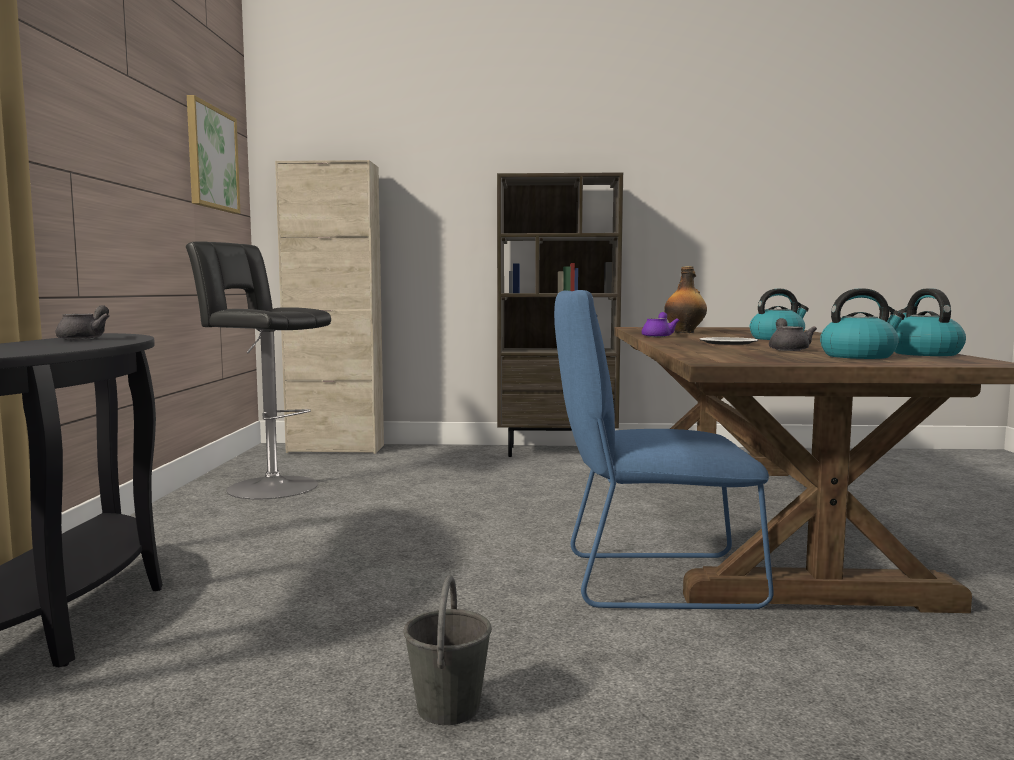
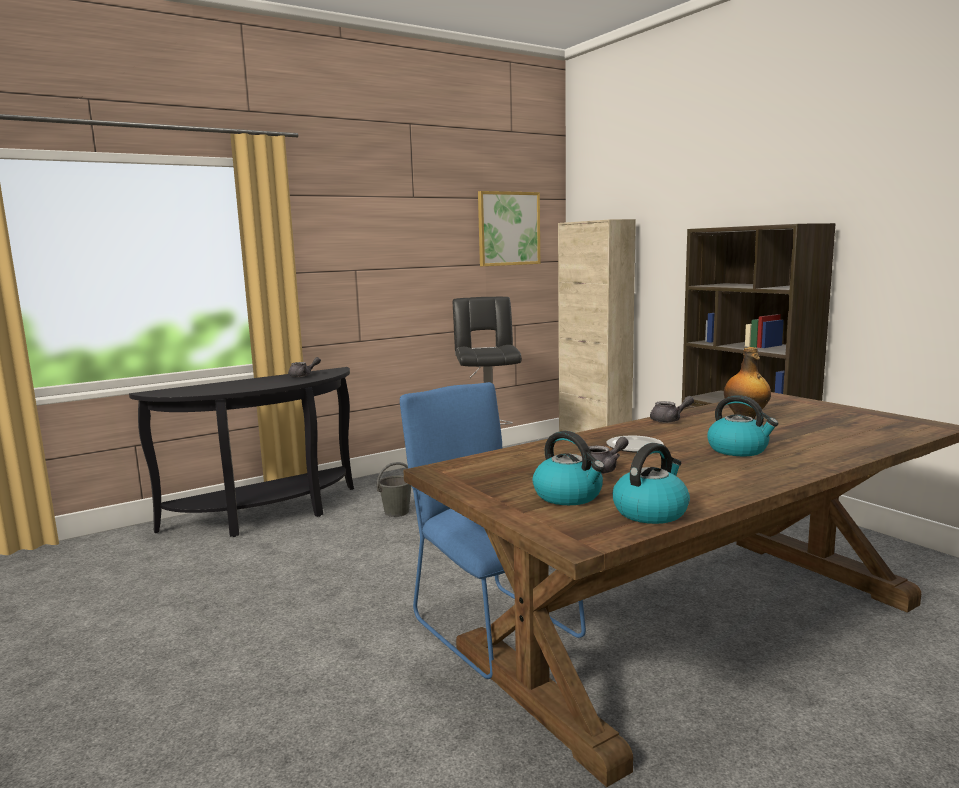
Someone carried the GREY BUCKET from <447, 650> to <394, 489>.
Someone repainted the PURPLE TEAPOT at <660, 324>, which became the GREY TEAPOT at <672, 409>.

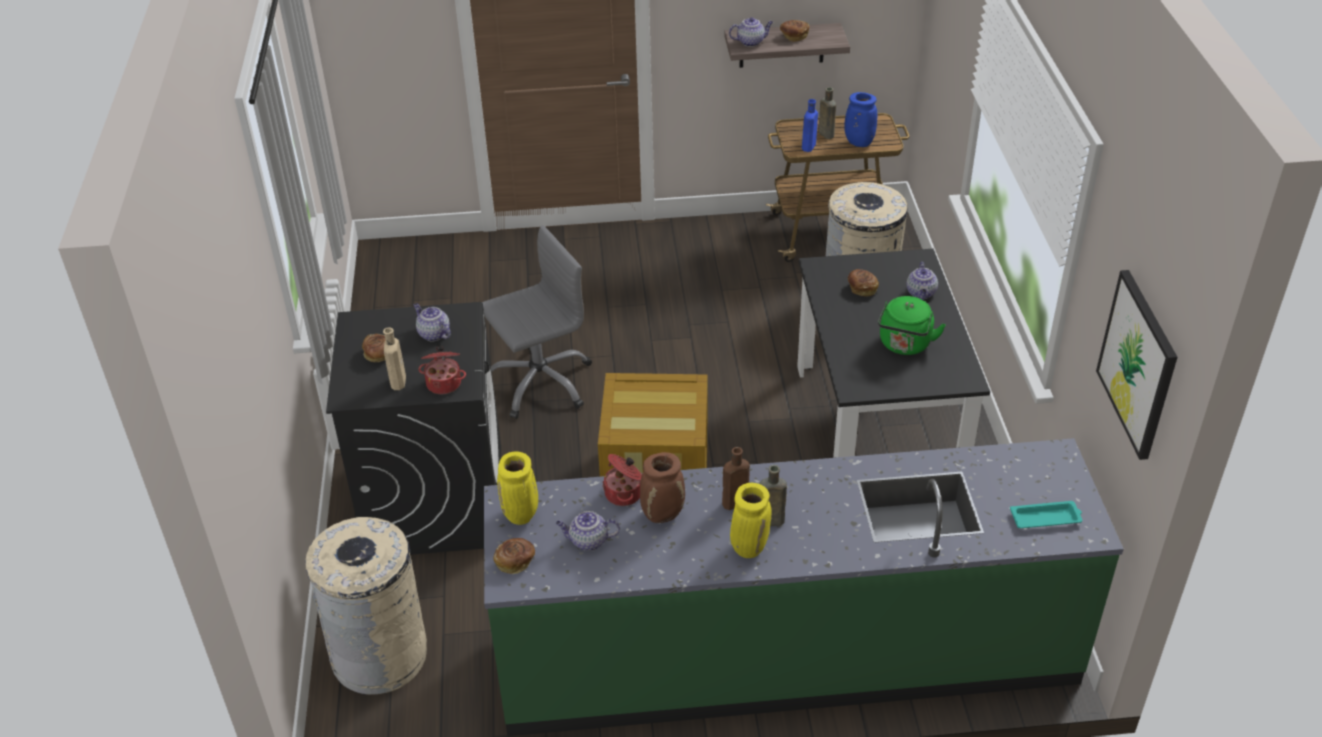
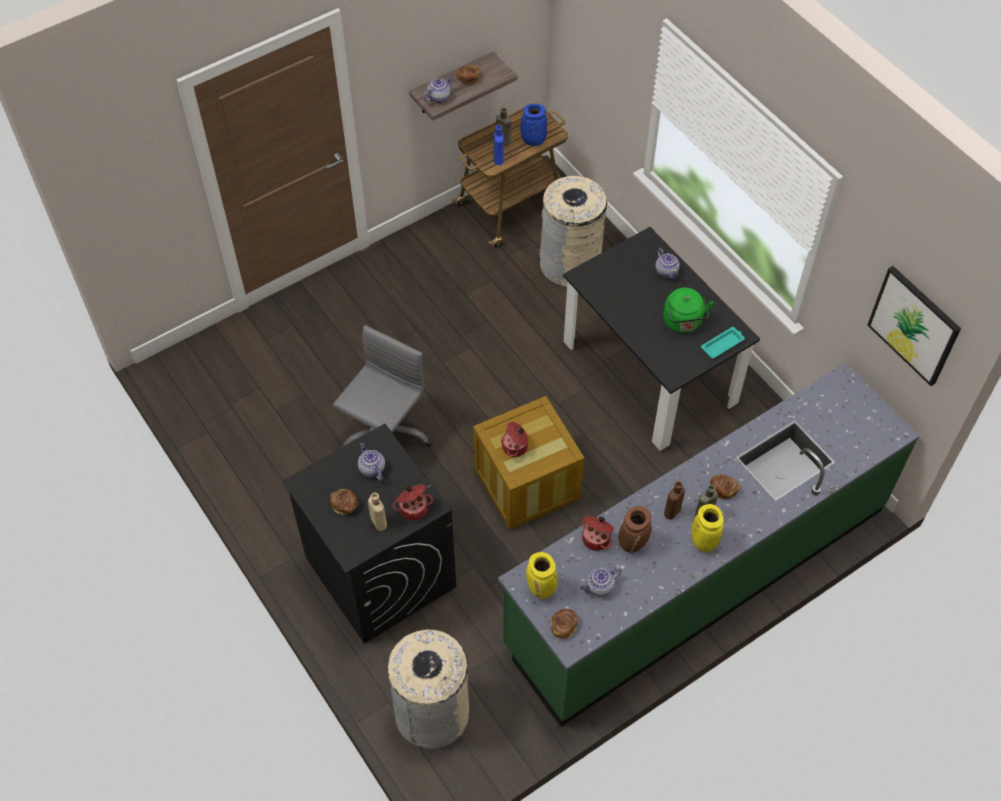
Someone rotated the TEAPOT at <432, 322> by 45 degrees clockwise.
Someone carried the BREAD from <863, 282> to <725, 486>.
Someone carried the TURQUOISE TRAY from <1046, 514> to <723, 343>.
Someone put down the STOCKPOT at <514, 439>.

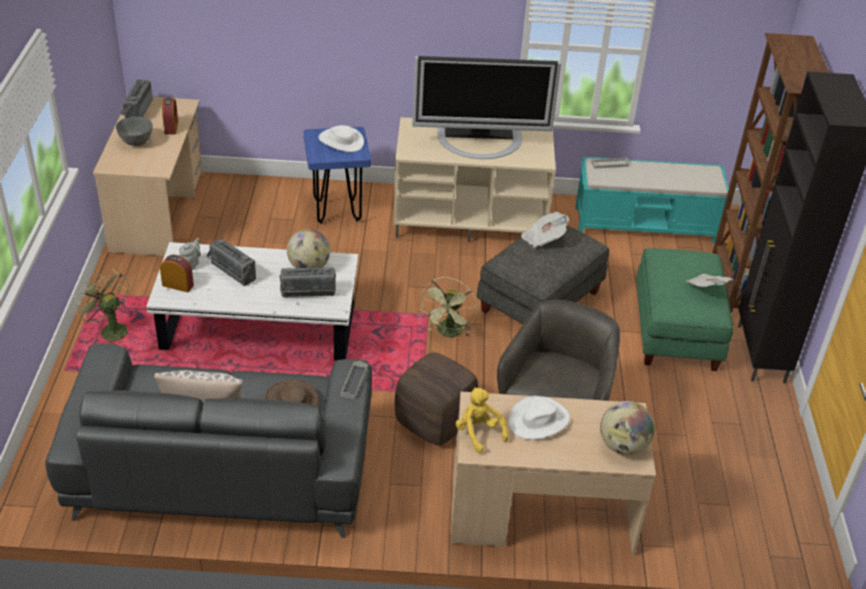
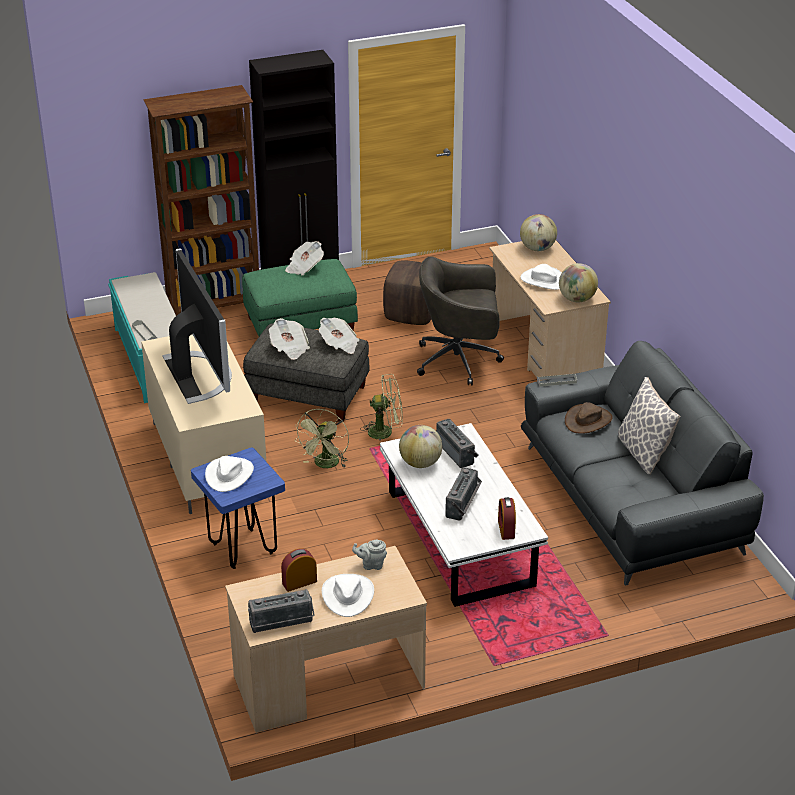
Someone carried the GREEN-COLOURED ELECTRIC FAN from <101, 306> to <321, 438>.
Someone swapped the GREY DEEP DISH at <134, 131> for the WHITE-COLOURED WEARABLE HAT at <348, 595>.
Someone carried the GREY TEAPOT from <190, 254> to <369, 555>.
Someone carried the BROWN OTTOMAN from <436, 398> to <407, 292>.
Someone swapped the YELLOWISH SOFT TOY at <482, 420> for the GLOBE at <578, 283>.
Someone put down the NEWSPAPER at <339, 336>.

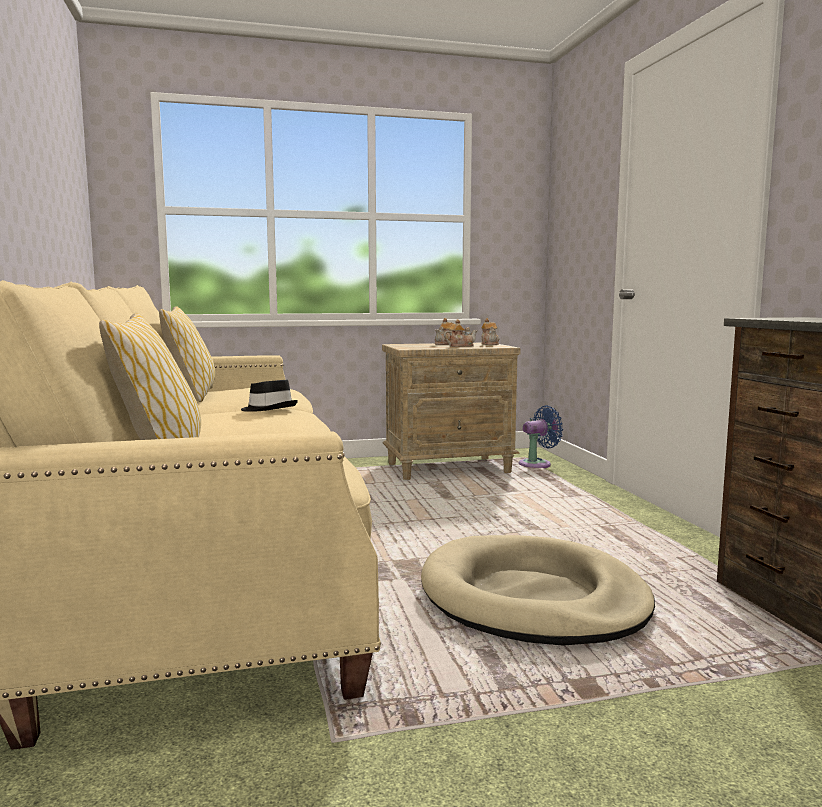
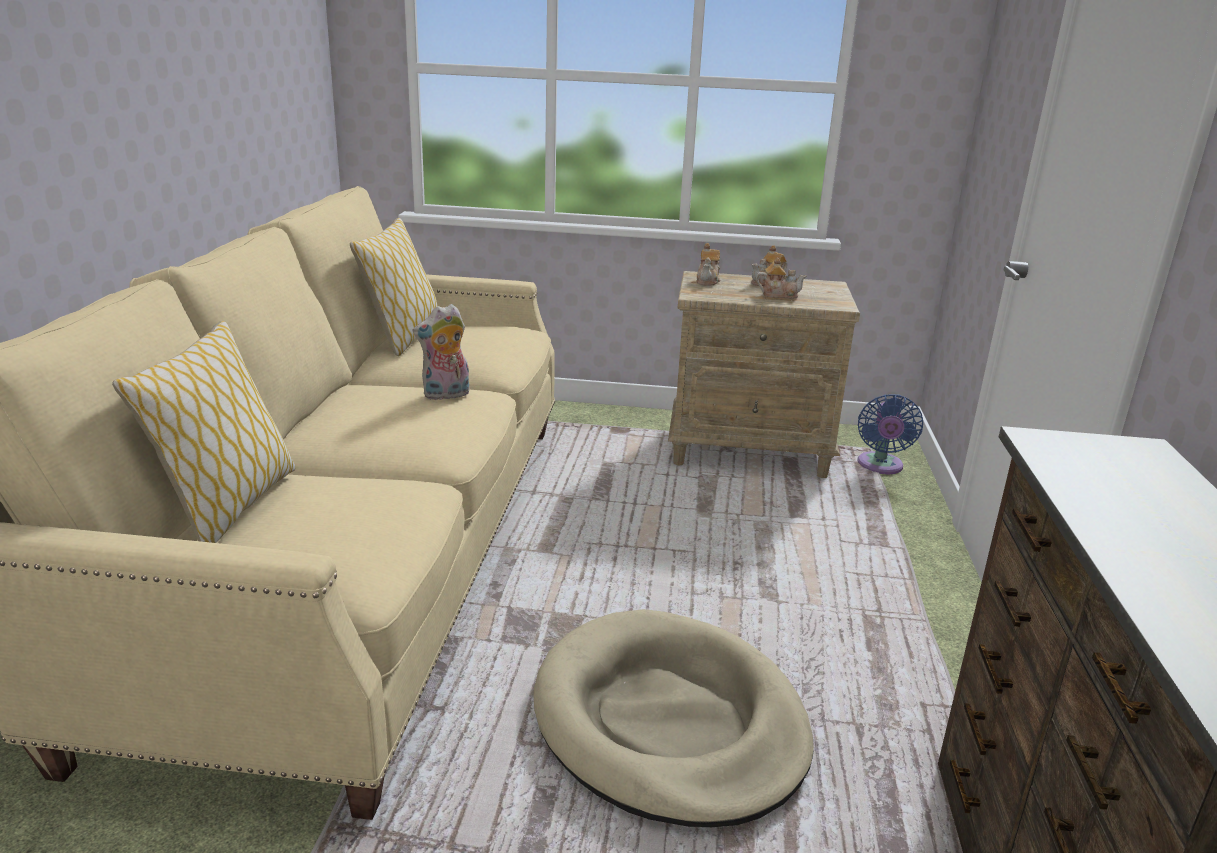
Someone swapped the BLACK-COLOURED WEARABLE HAT at <269, 395> for the SOFT TOY at <441, 352>.
Someone carried the TEAPOT from <490, 331> to <708, 264>.
Someone rotated the BLUE ELECTRIC FAN at <541, 436> by 105 degrees clockwise.

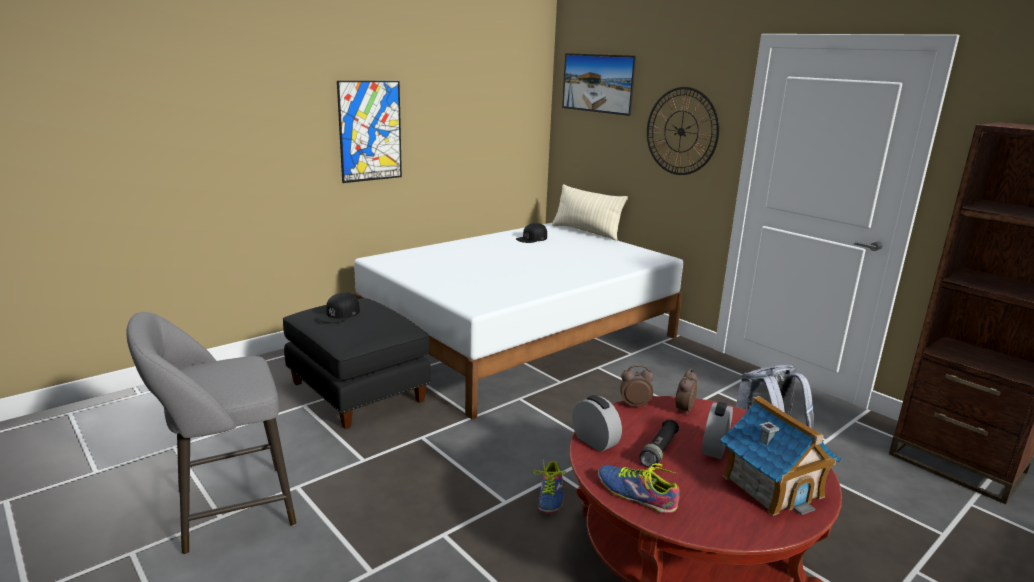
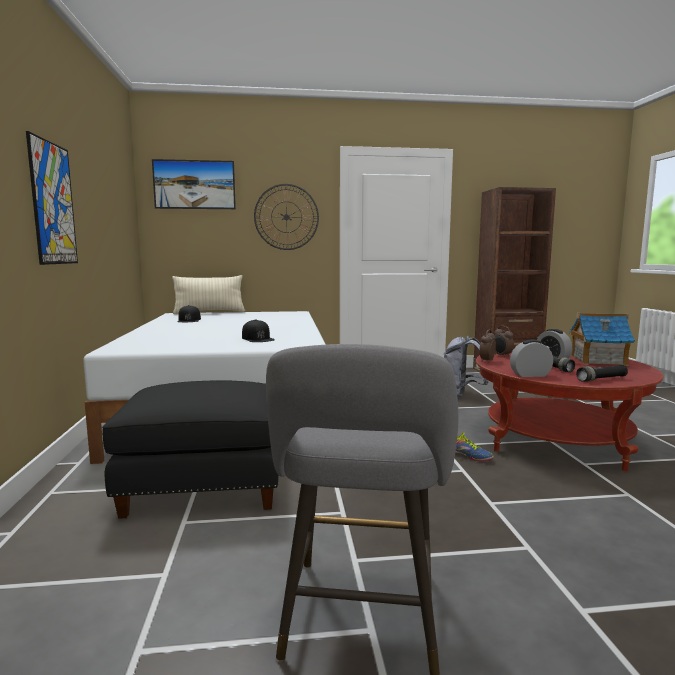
Someone carried the BLACK-COLOURED BASEBALL CAP from <338, 307> to <258, 330>.
Someone swapped the LOW SHOE at <639, 488> for the BLACK-COLOURED FLASHLIGHT at <602, 373>.

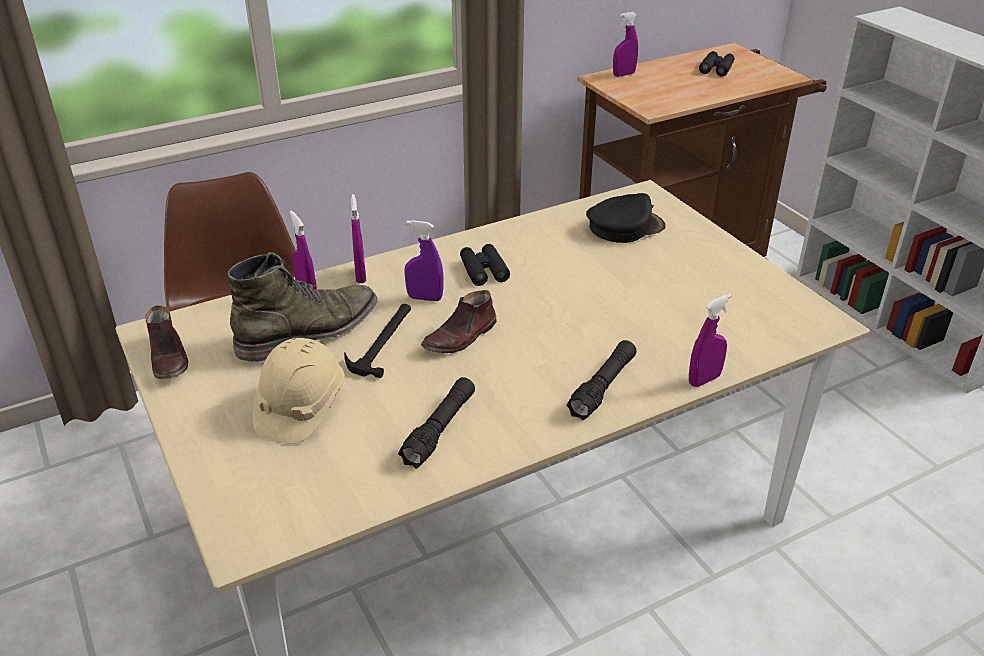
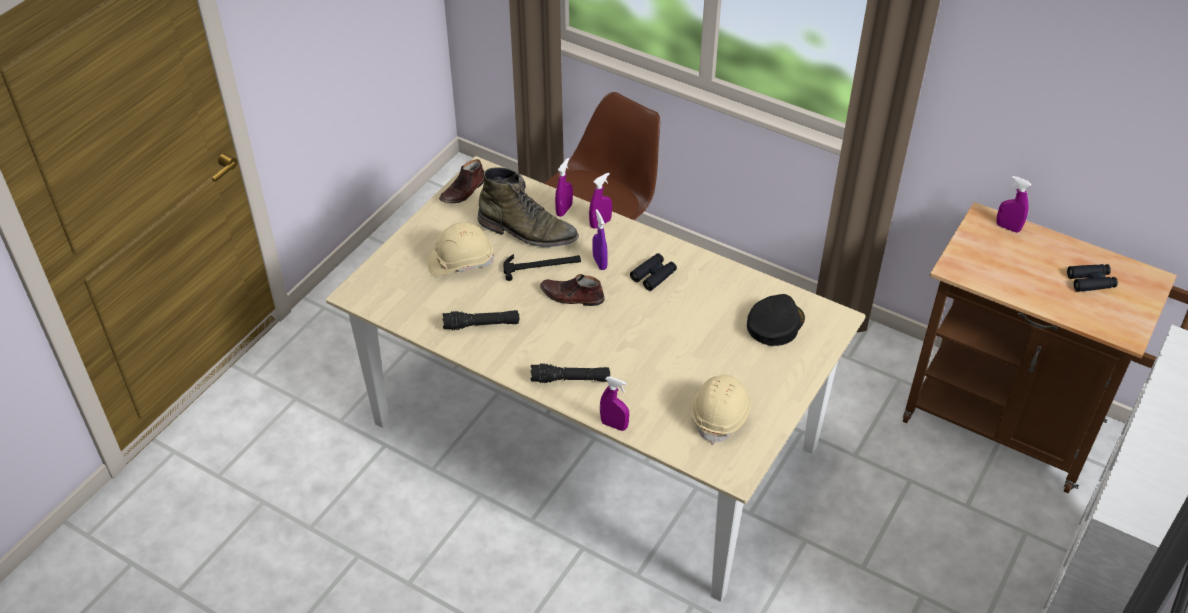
Someone rotated the BLACK-COLOURED BASEBALL CAP at <626, 218> by 90 degrees counterclockwise.
Someone put down the BEIGE-COLOURED HARD HAT at <721, 410>.

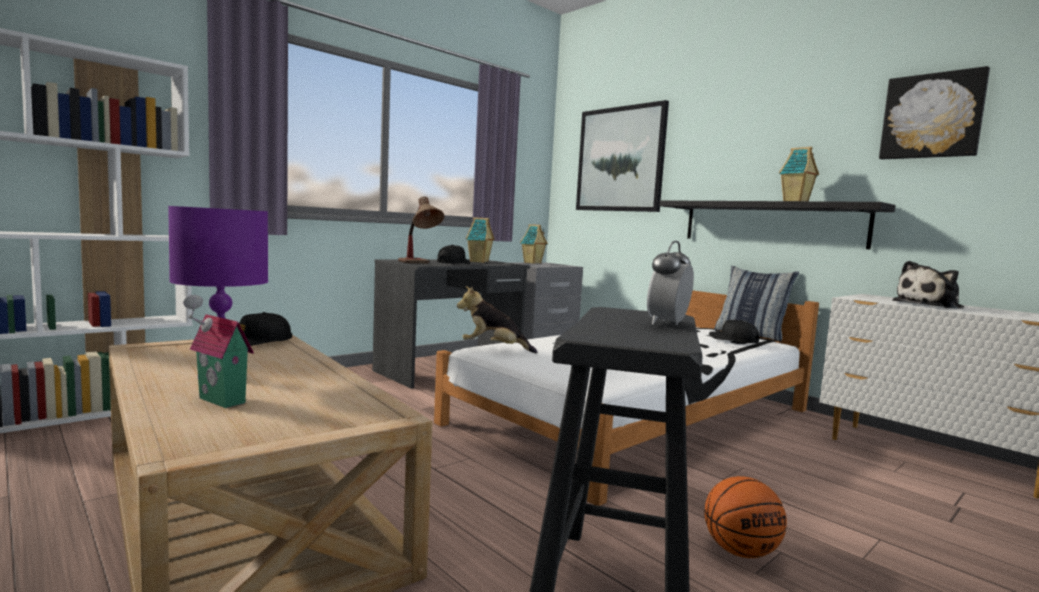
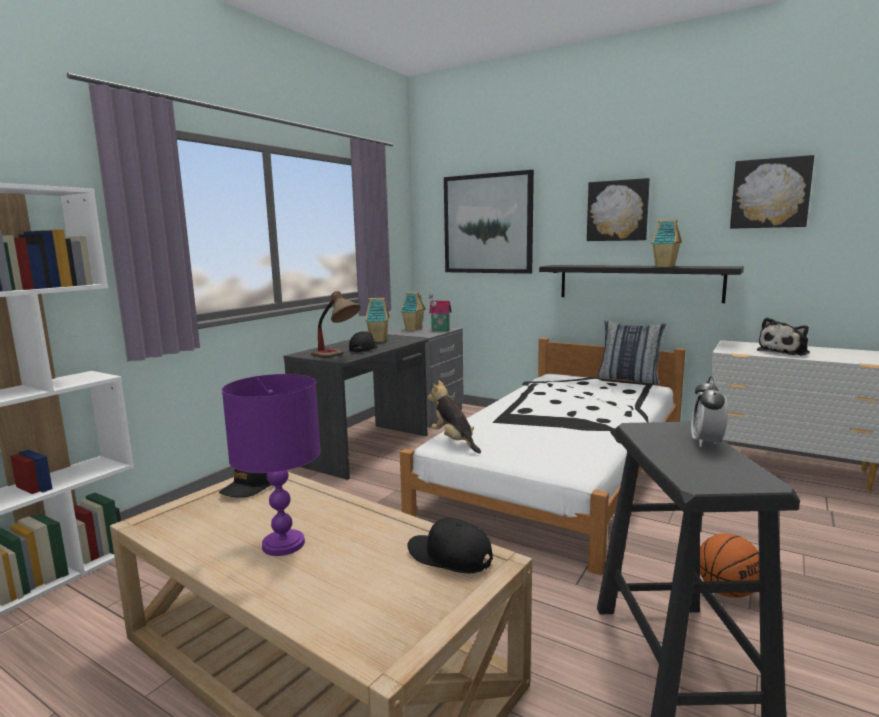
Someone carried the MODEL HOUSE from <218, 351> to <440, 312>.
Someone rotated the SOFT TOY at <497, 319> by 60 degrees clockwise.
Someone carried the BLACK-COLOURED BASEBALL CAP from <734, 331> to <450, 545>.
Someone put up the PICTURE at <618, 209>.

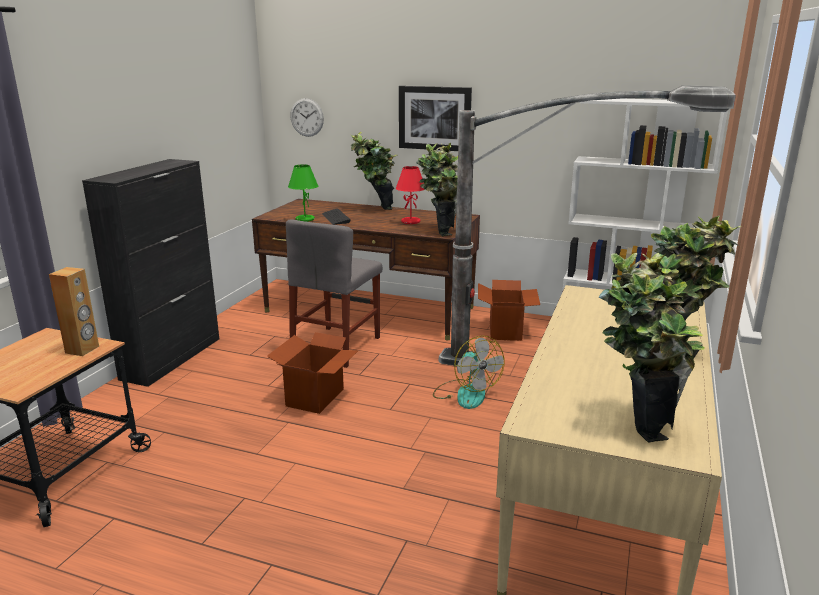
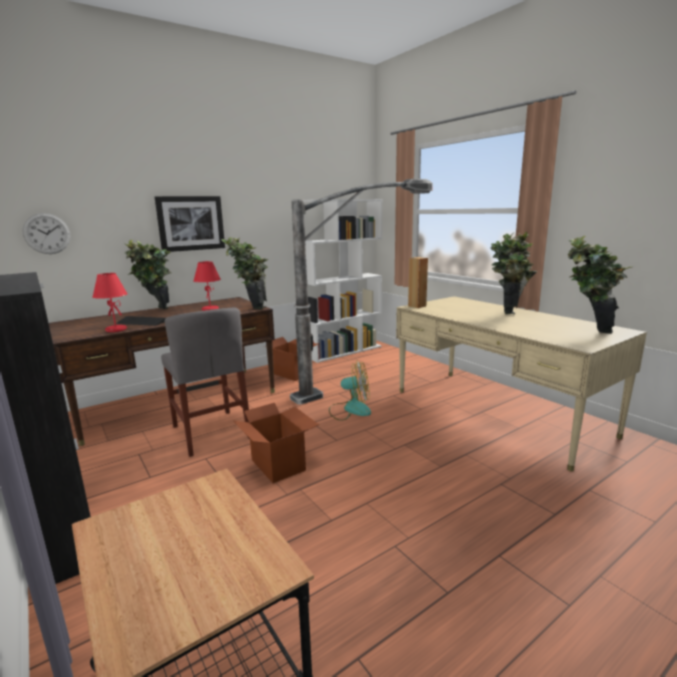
Someone carried the BROWN AUDIO SPEAKER from <74, 311> to <418, 282>.
Someone repainted the GREEN-COLOURED TABLETOP LAMP at <303, 193>, which became the RED-COLOURED TABLETOP LAMP at <110, 302>.

